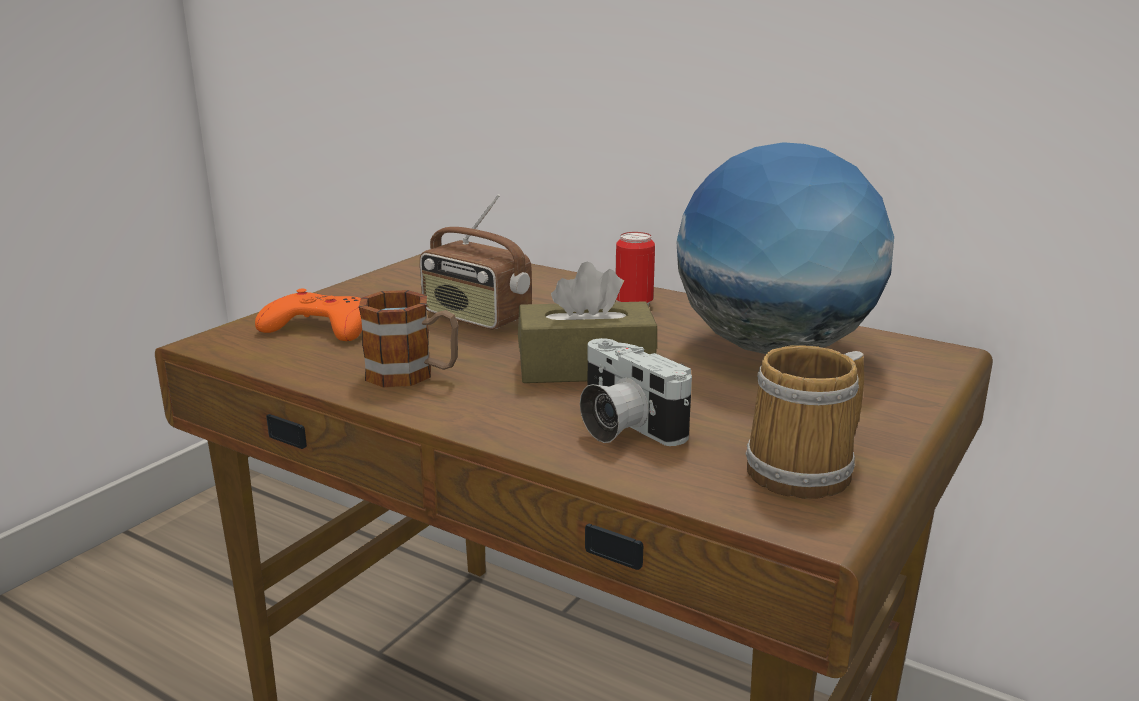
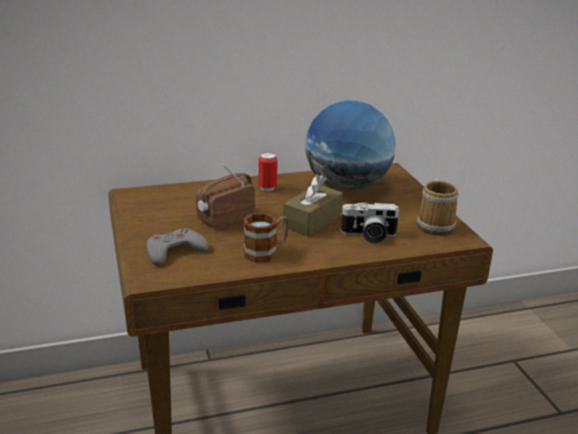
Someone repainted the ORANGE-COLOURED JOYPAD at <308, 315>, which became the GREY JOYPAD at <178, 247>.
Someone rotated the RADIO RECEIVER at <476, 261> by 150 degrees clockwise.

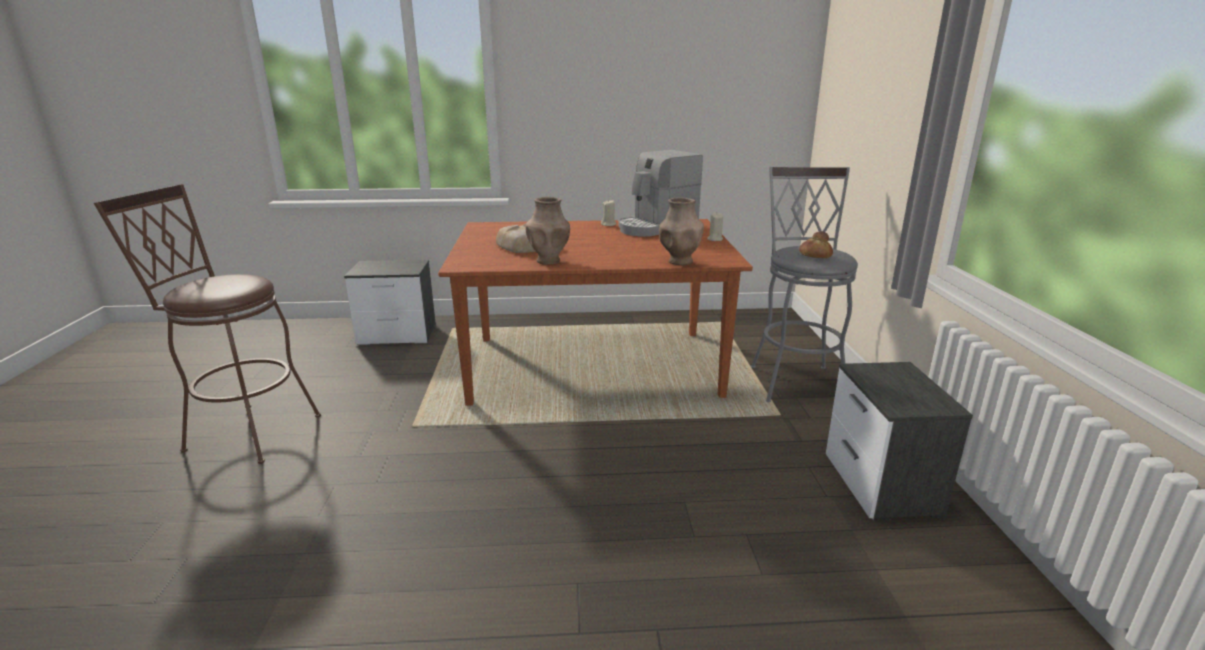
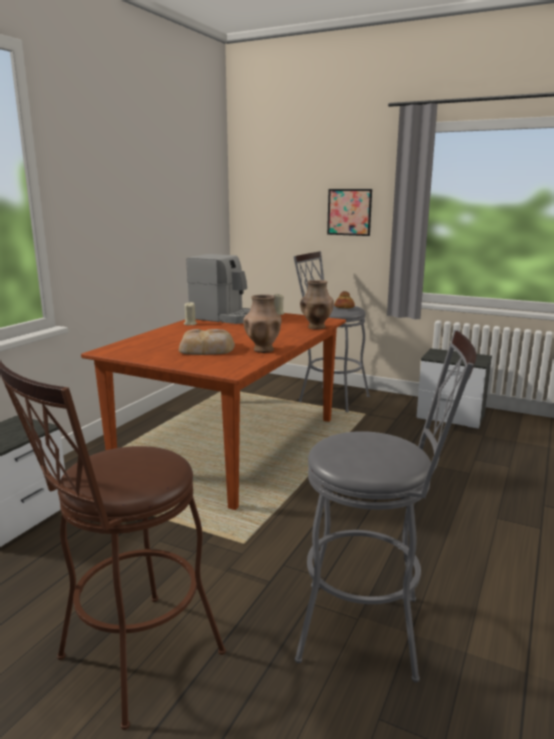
Someone rotated the COFFEE MACHINE at <661, 193> by 60 degrees counterclockwise.
Someone put down the GREY SITTING STOOL at <386, 506>.
Someone put up the PICTURE at <349, 212>.

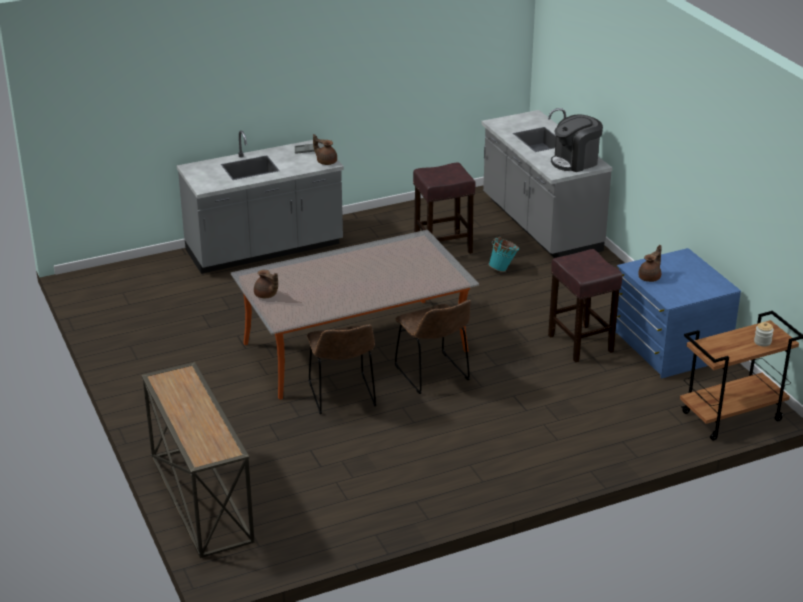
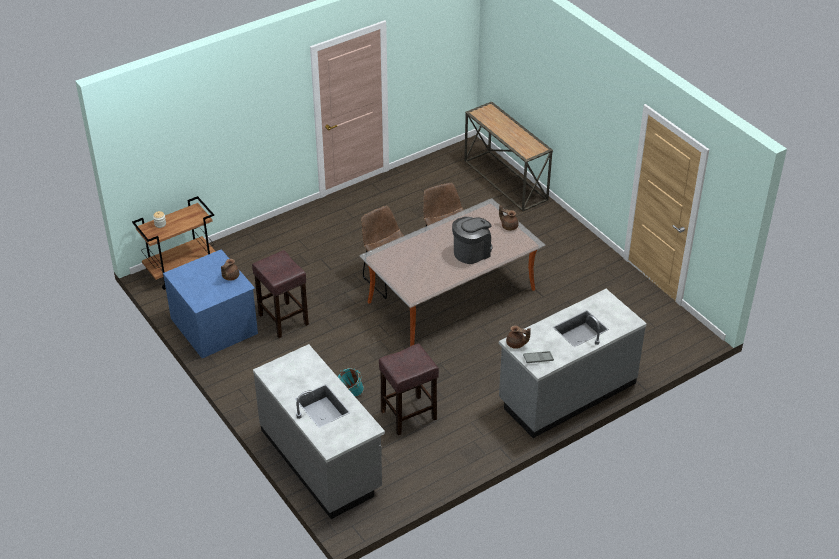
Someone carried the COFFEE MACHINE from <577, 143> to <472, 240>.

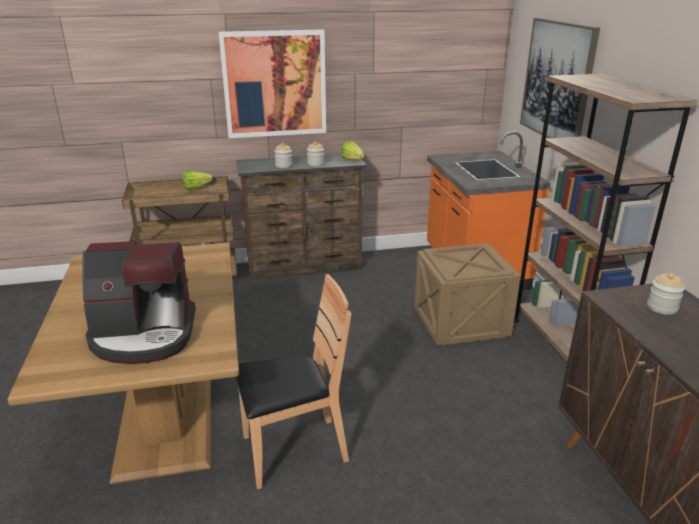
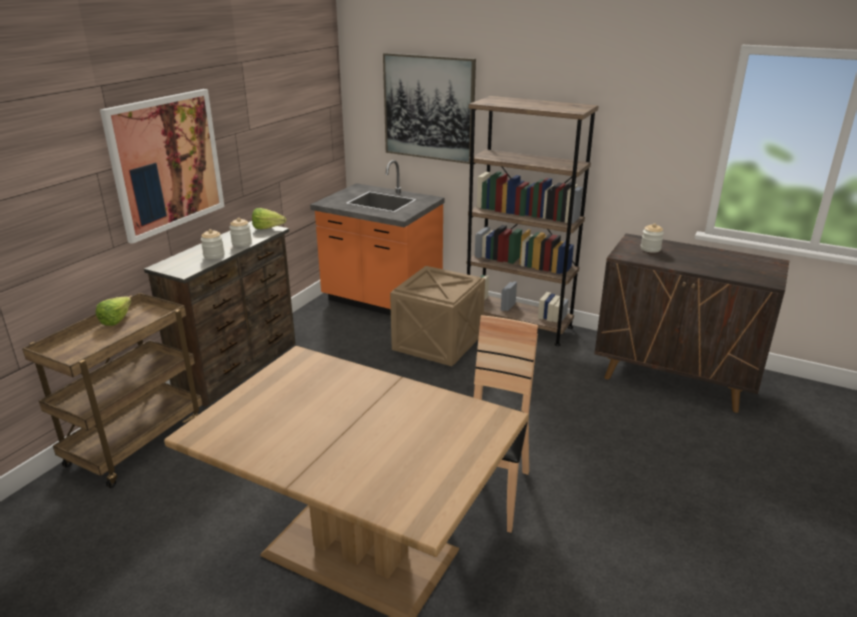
Someone took away the COFFEE MACHINE at <139, 302>.

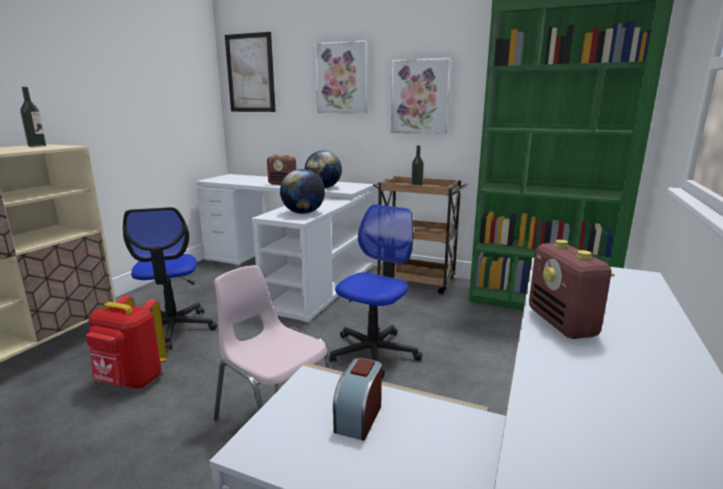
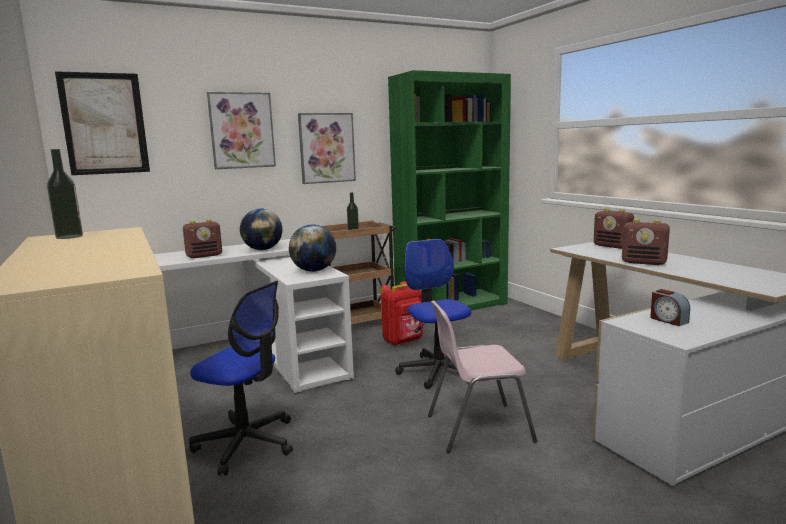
Someone carried the RED-COLOURED BACKPACK from <126, 342> to <401, 313>.
Someone put down the RADIO RECEIVER at <614, 229>.

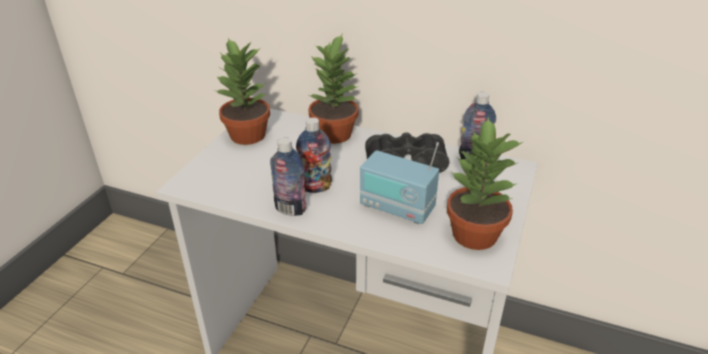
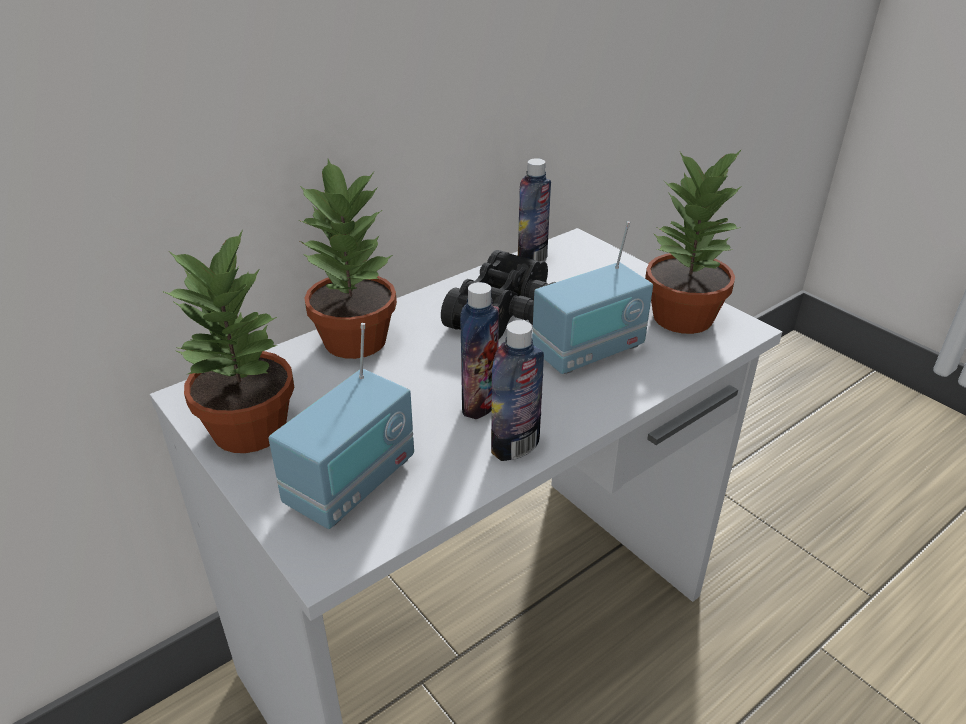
Someone put down the RADIO RECEIVER at <341, 426>.

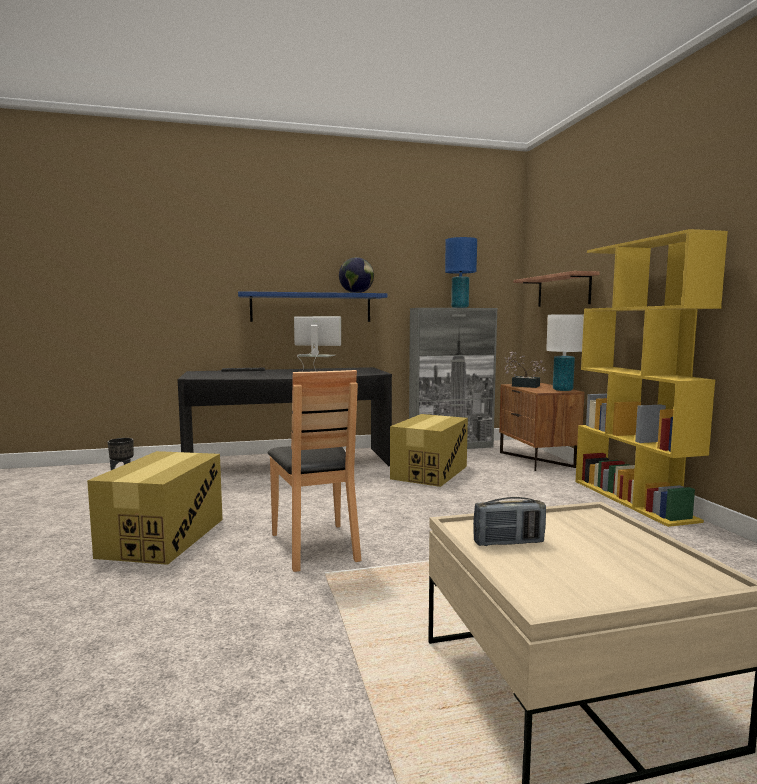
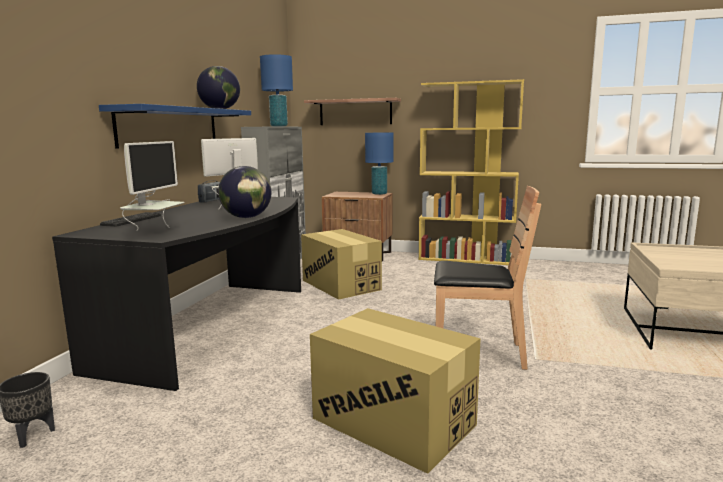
Someone carried the RADIO RECEIVER from <509, 521> to <209, 191>.
Someone took away the HOUSEPLANT at <525, 369>.
Someone repainted the WHITE-COLOURED TABLETOP LAMP at <565, 352>, which became the BLUE TABLETOP LAMP at <379, 163>.
Someone put down the MONITOR at <152, 186>.
Someone put down the GLOBE at <244, 192>.

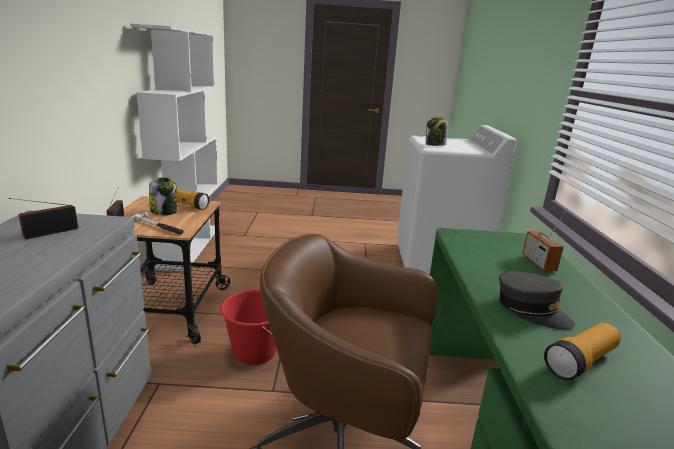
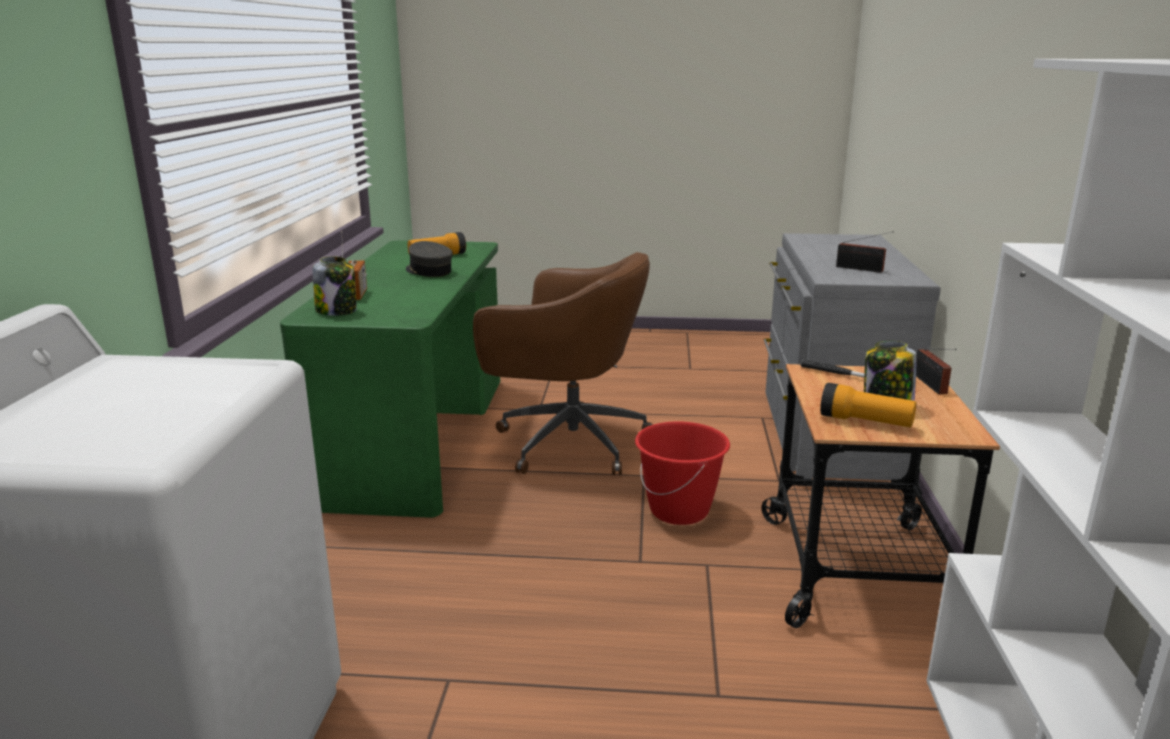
Someone rotated the RADIO RECEIVER at <43, 218> by 75 degrees clockwise.
Someone carried the PRESERVE JAR from <437, 132> to <335, 286>.

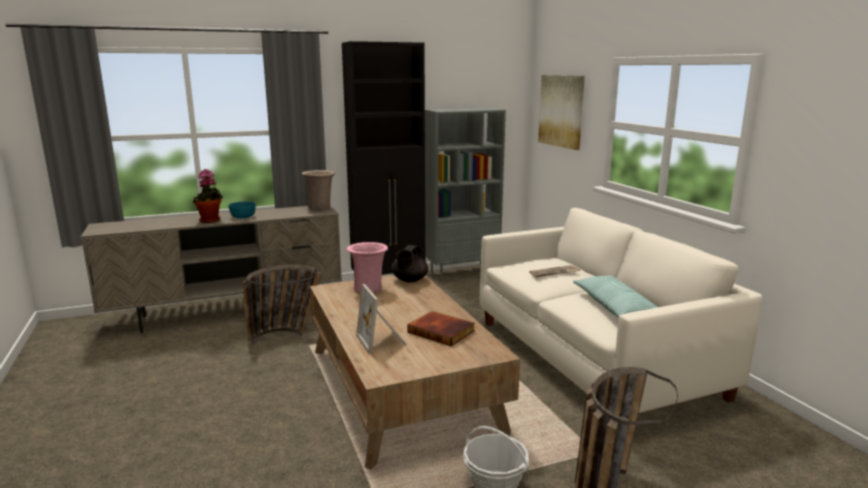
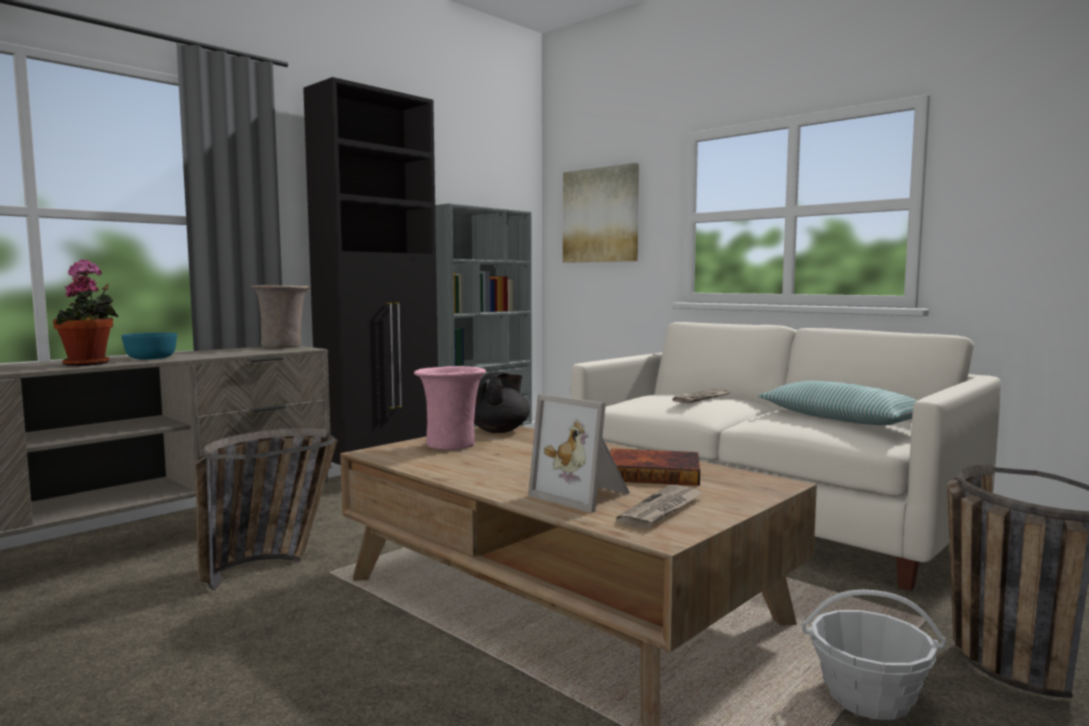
Someone rotated the BLACK-COLOURED TEAPOT at <409, 263> by 150 degrees counterclockwise.
Someone put down the NEWSPAPER at <659, 506>.

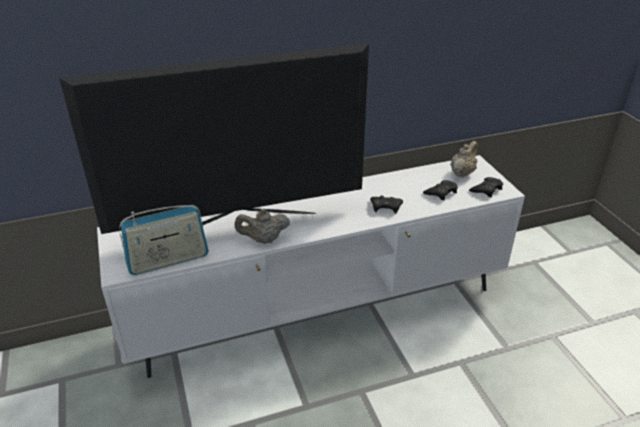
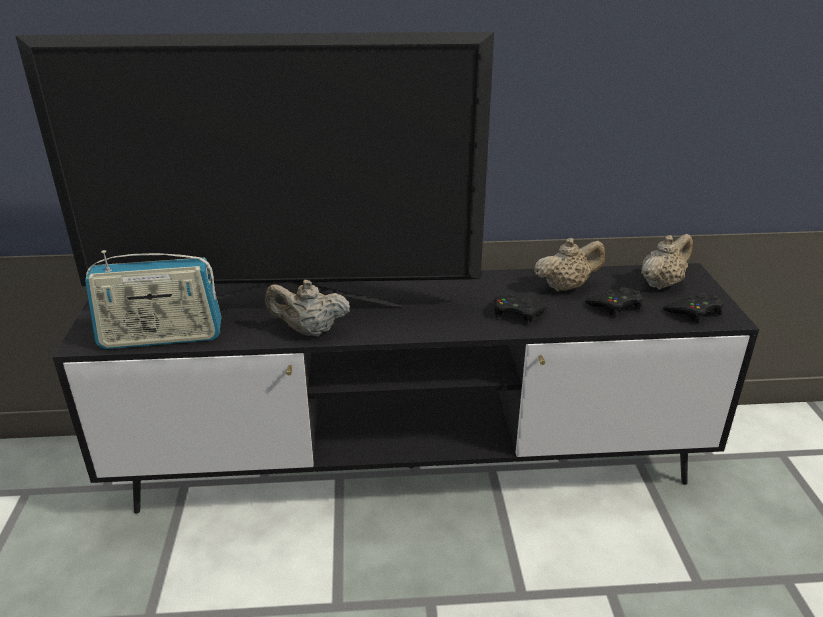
Someone repainted the WHITE-COLOURED MEDIA CONSOLE at <311, 266>, which became the BLACK-COLOURED MEDIA CONSOLE at <405, 388>.
Someone put down the BEIGE-COLOURED TEAPOT at <569, 264>.

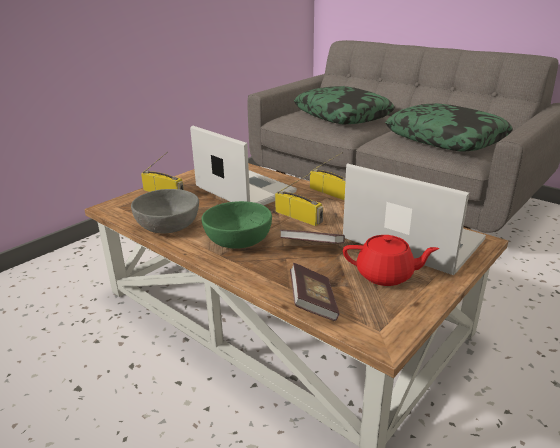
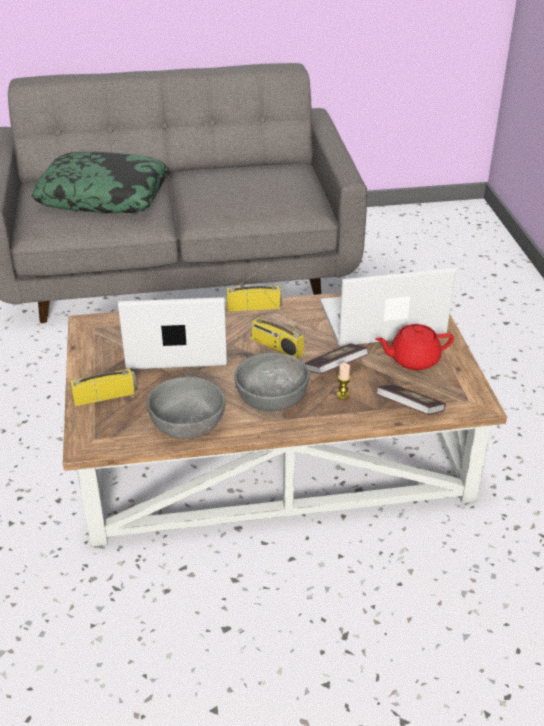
Someone repainted the GREEN-COLOURED DEEP DISH at <237, 224>, which became the GREY DEEP DISH at <271, 382>.
Someone rotated the RADIO RECEIVER at <299, 199> by 135 degrees counterclockwise.
Someone rotated the RED-COLOURED TEAPOT at <391, 260> by 150 degrees counterclockwise.
Someone took away the THROW PILLOW at <449, 127>.
Someone put down the CANDLE at <344, 381>.

